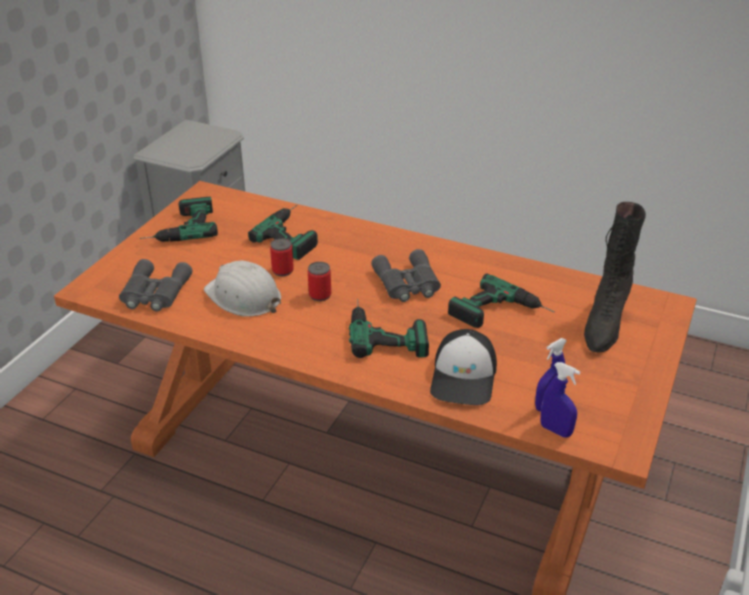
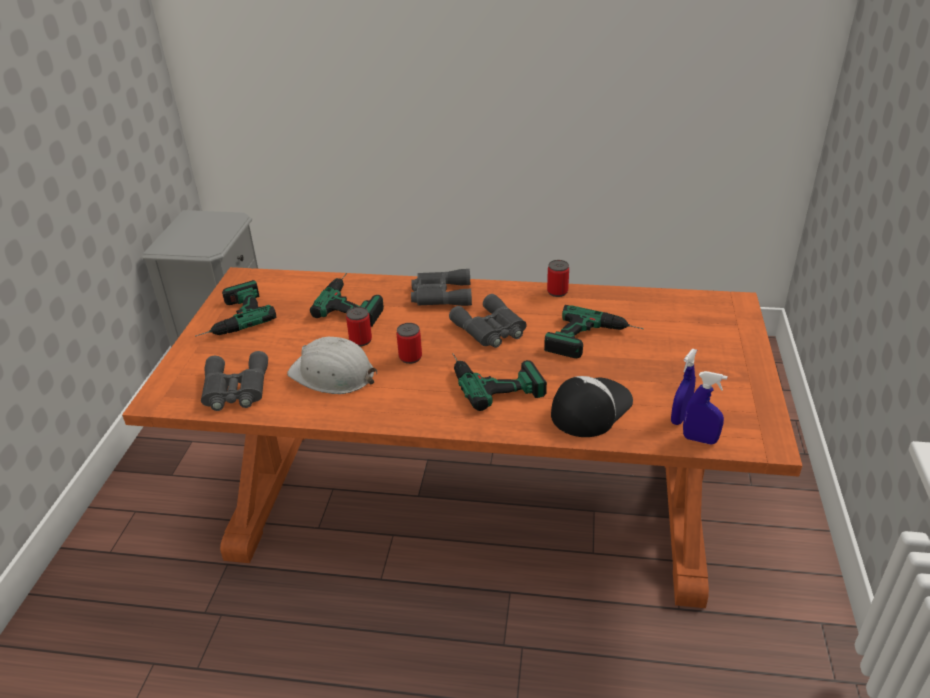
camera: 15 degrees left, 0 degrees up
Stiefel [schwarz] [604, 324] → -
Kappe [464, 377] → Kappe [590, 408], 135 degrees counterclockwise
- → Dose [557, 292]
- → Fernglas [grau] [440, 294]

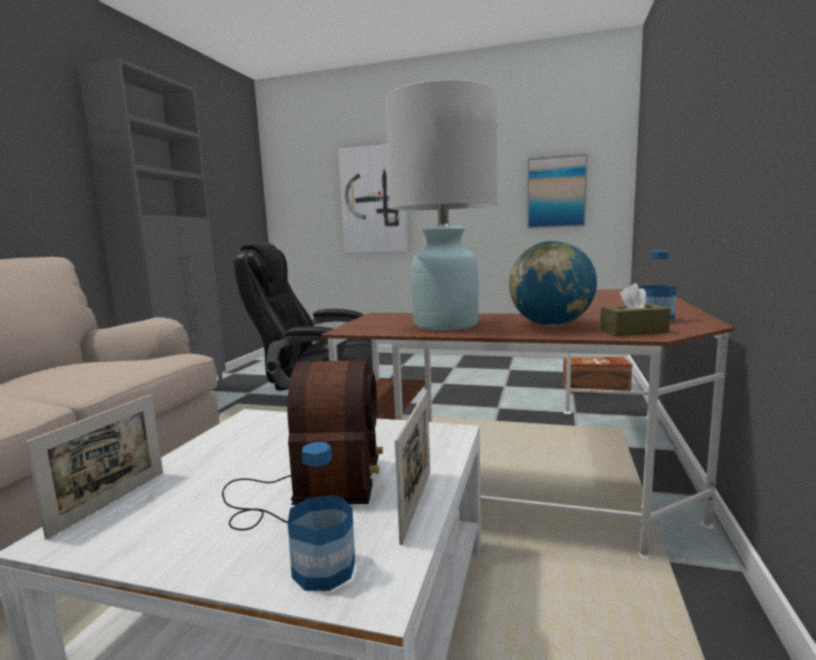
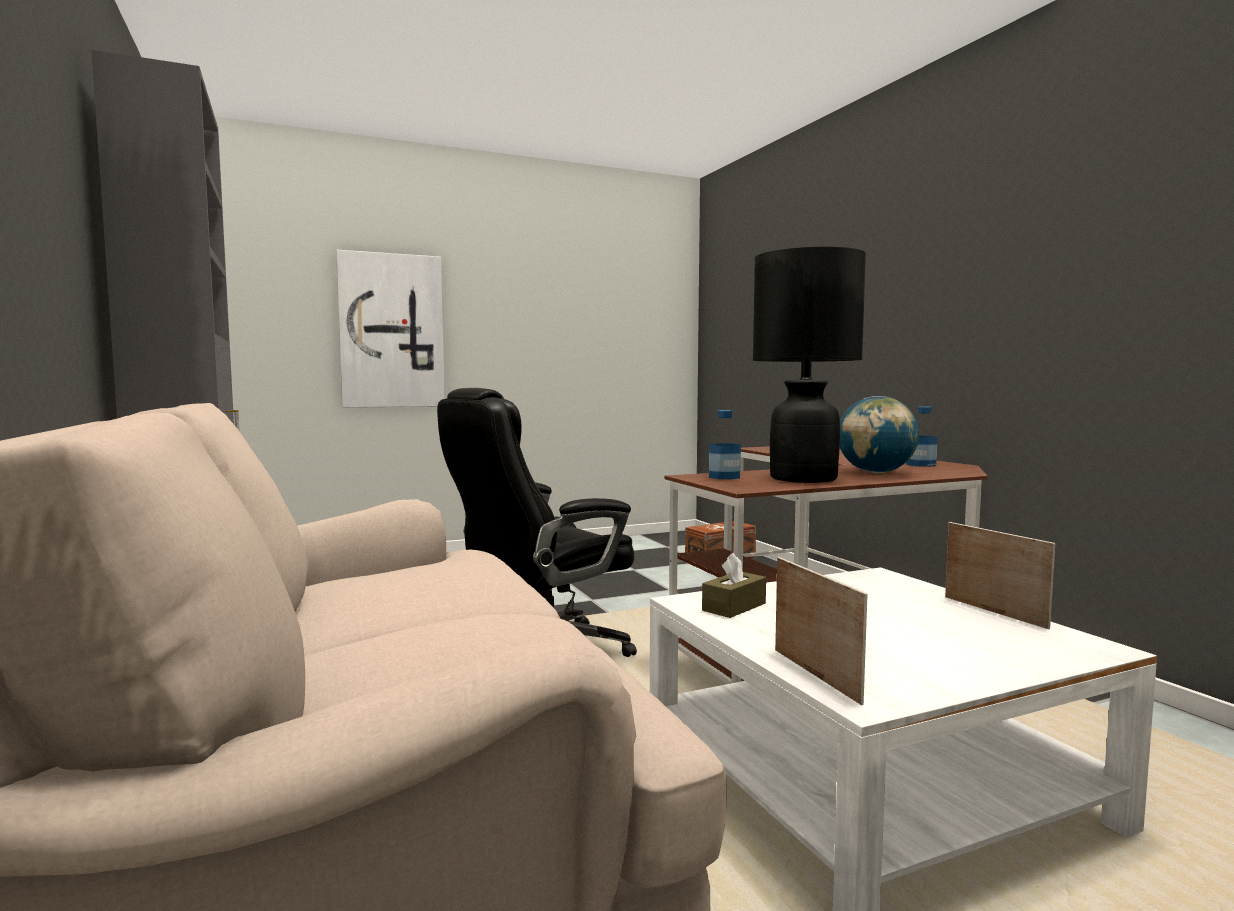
camera: 40 degrees left, 5 degrees down
Tischlampe [weiß] [446, 325] → Tischlampe [schwarz] [804, 478]
Bild [556, 192] → -
Taschentuchbox [braun] [633, 331] → Taschentuchbox [braun] [734, 607], relocated
Radio [309, 491] → -
Flasche [324, 569] → Flasche [724, 477], relocated

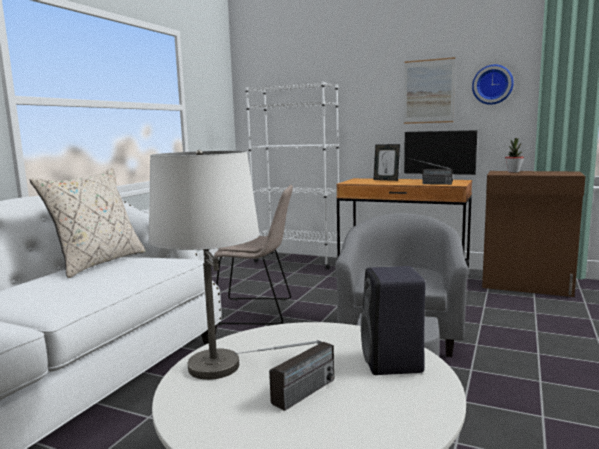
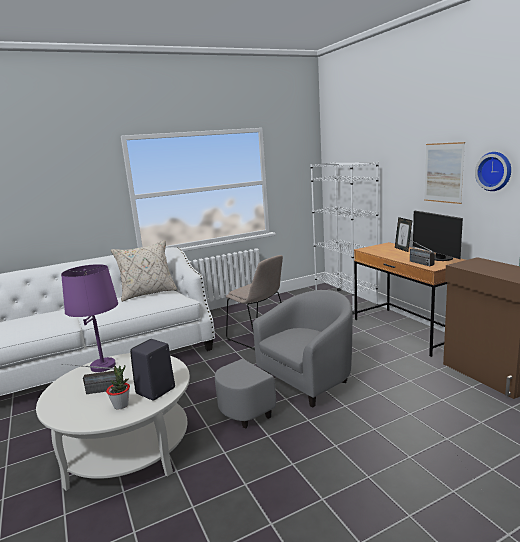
camera: 40 degrees right, 5 degrees up
Topfpflanze [513, 172] → Topfpflanze [121, 405], relocated
Tischlampe [weiß] [213, 367] → Tischlampe [lila] [102, 366]

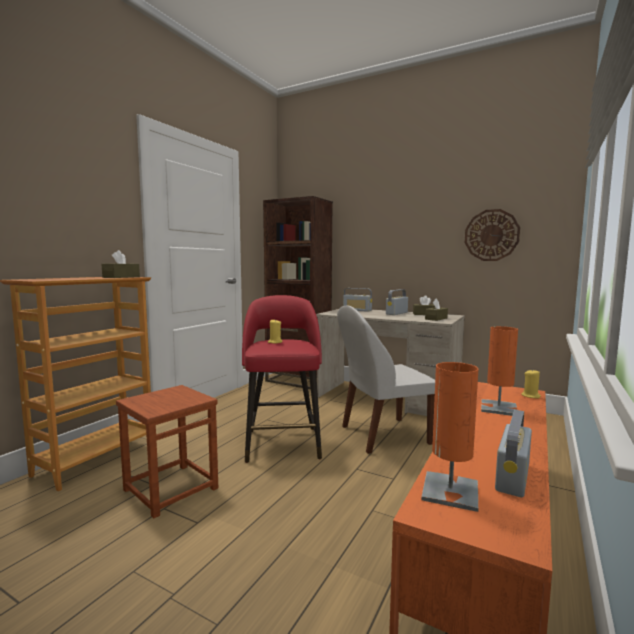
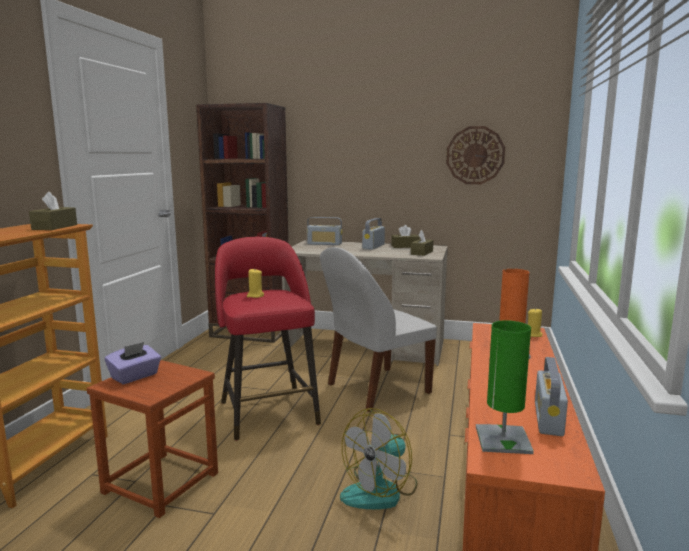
camera: 15 degrees left, 5 degrees up
Tischlampe [orange] [450, 491] → Tischlampe [grün] [503, 440]
- → Taschentuchbox [lila] [135, 376]
- → Ventilator [381, 491]

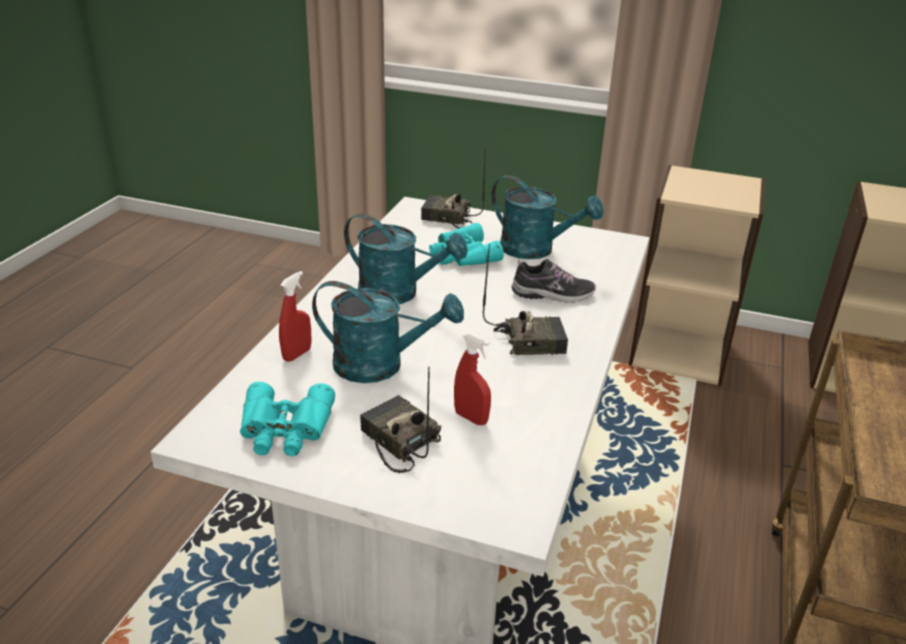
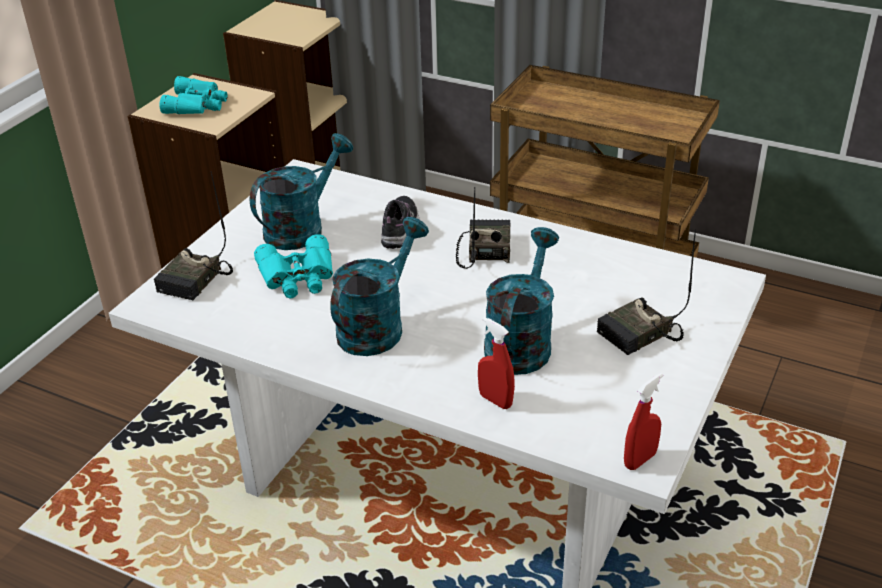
camera: 80 degrees left, 5 degrees up
Sprühflasche [rot] [471, 418] → Sprühflasche [rot] [640, 460], relocated
Fernglas [türkis] [285, 429] → Fernglas [türkis] [198, 104], relocated

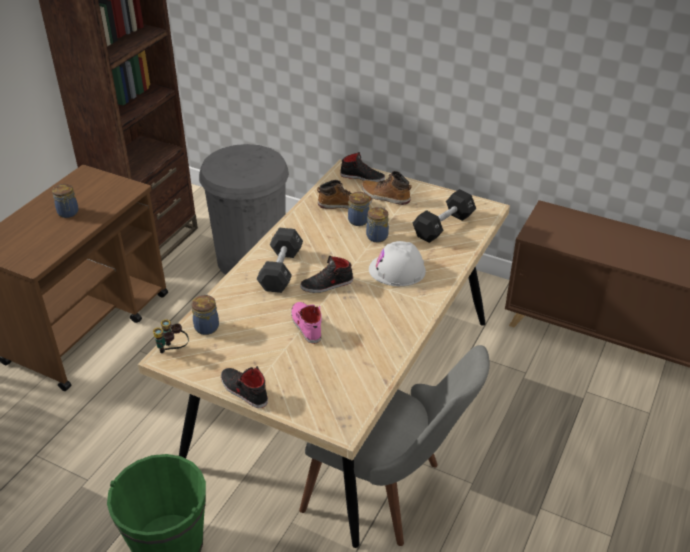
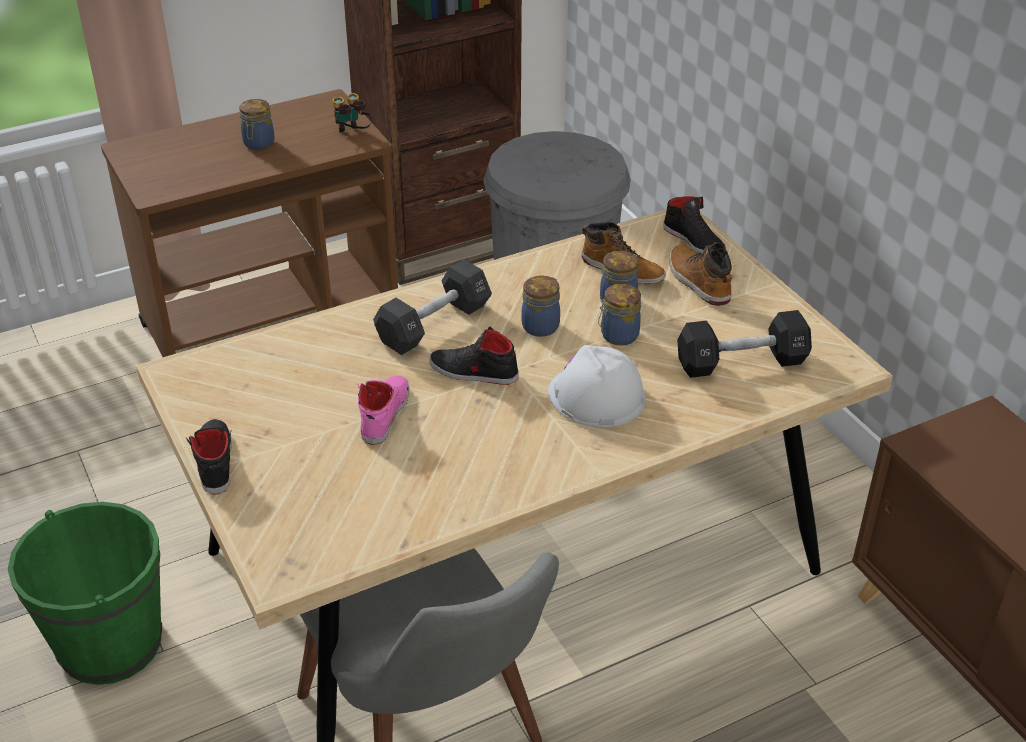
camera: 35 degrees right, 0 degrees up
Vorratsglas [207, 326] → Vorratsglas [541, 326], relocated
Fernglas [172, 351] → Fernglas [352, 134], relocated

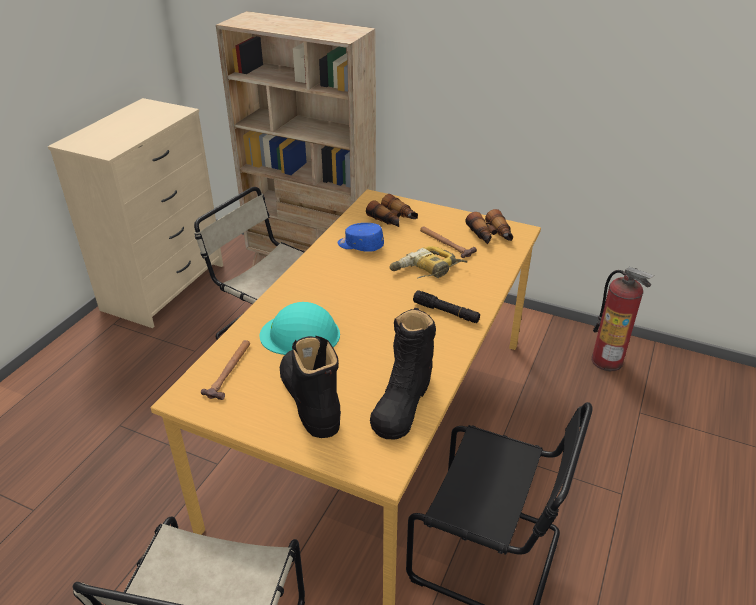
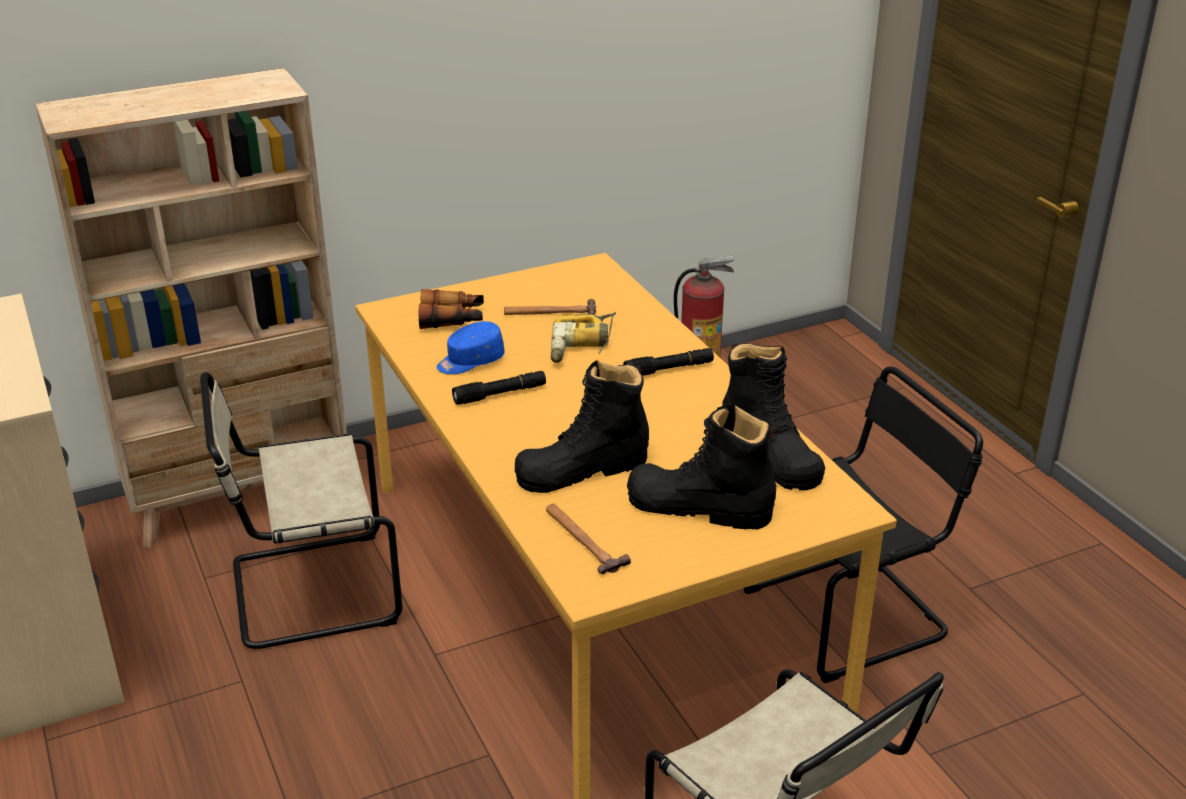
camera: 50 degrees left, 5 degrees down
Fernglas [490, 236] → -
Schutzhelm [türkis] [300, 335] → Stiefel [schwarz] [582, 469]
- → Taschenlampe [schwarz] [500, 394]

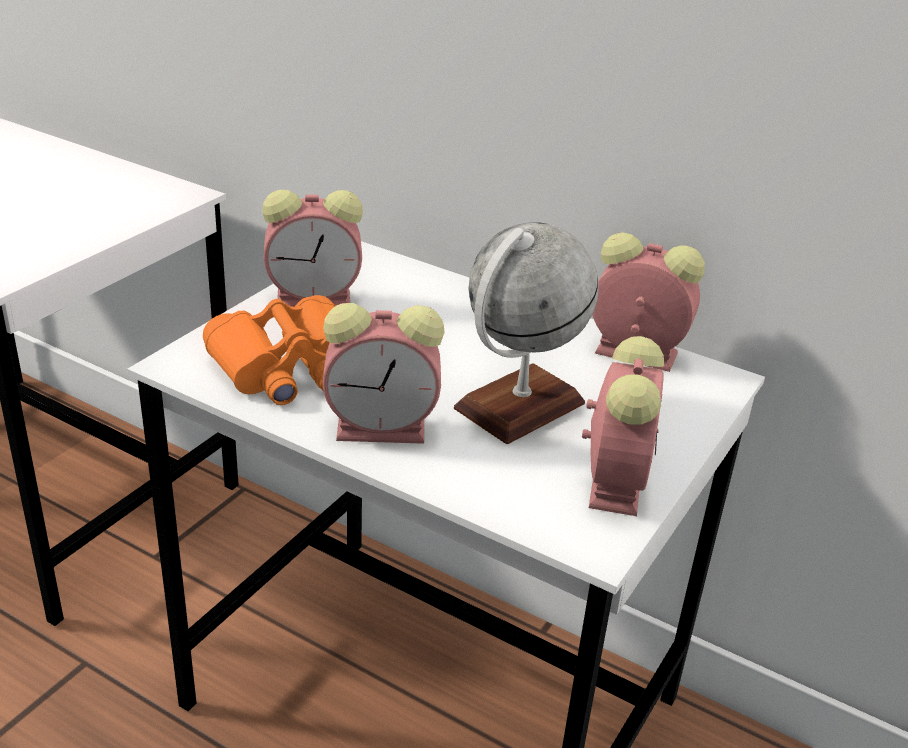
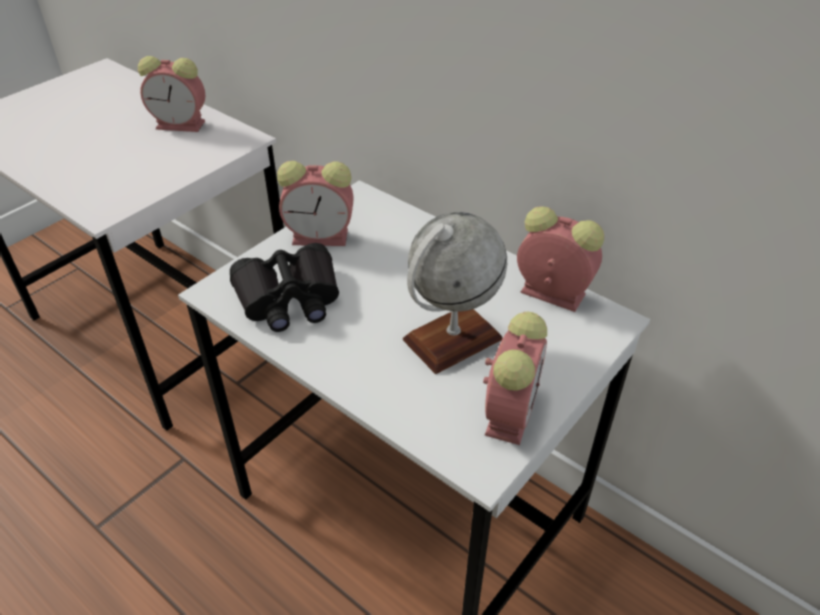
camera: 10 degrees right, 10 degrees up
Fernglas [orange] [287, 368] → Fernglas [schwarz] [289, 299]
Wecker [385, 428] → Wecker [182, 125], relocated

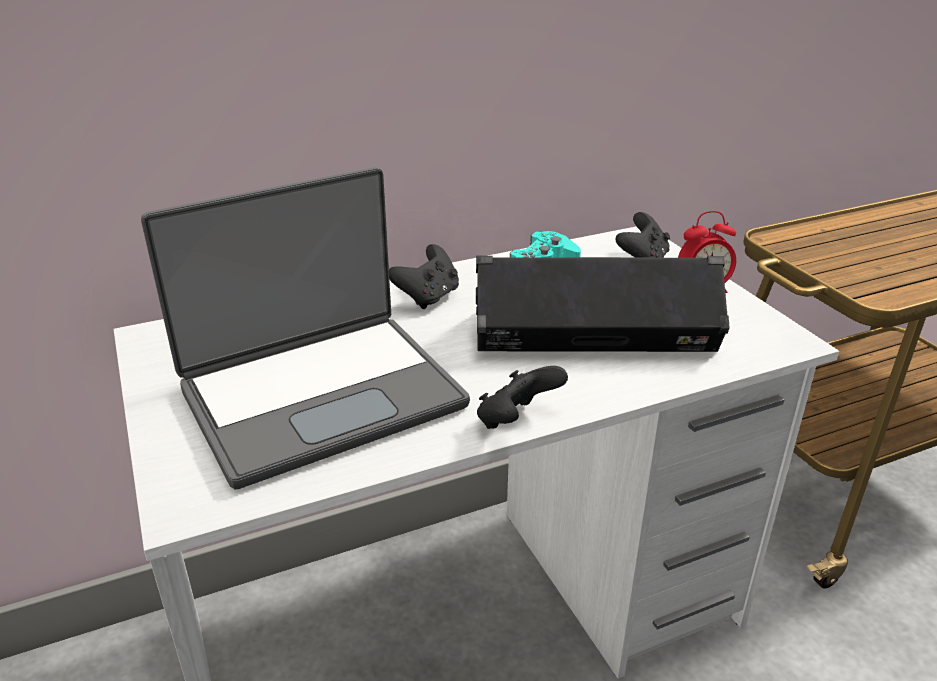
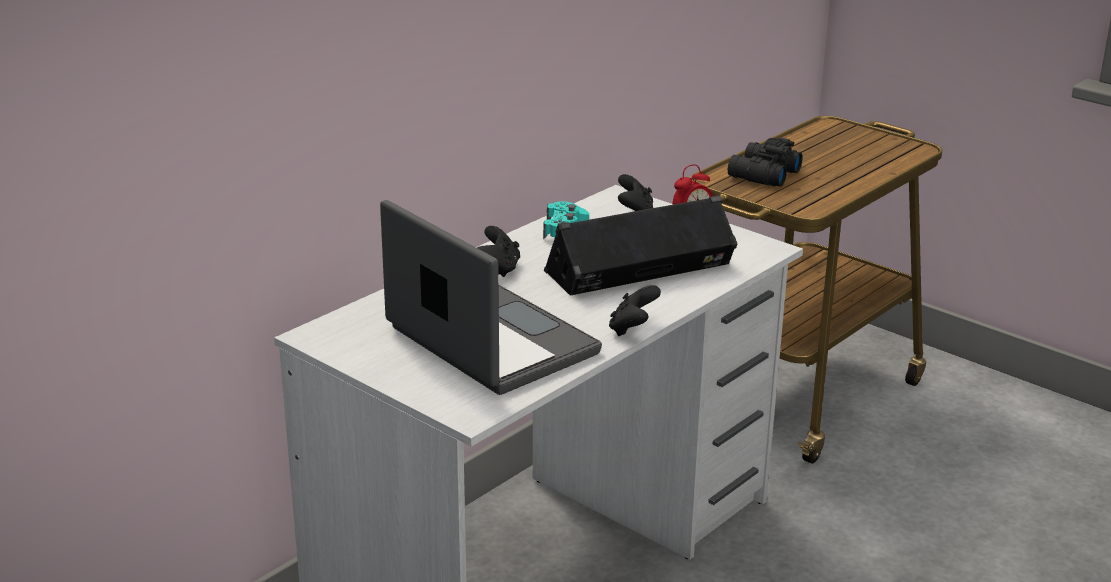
camera: 25 degrees left, 5 degrees down
Laptop [320, 395] → Laptop [488, 342], 75 degrees counterclockwise
- → Fernglas [schwarz] [762, 175]

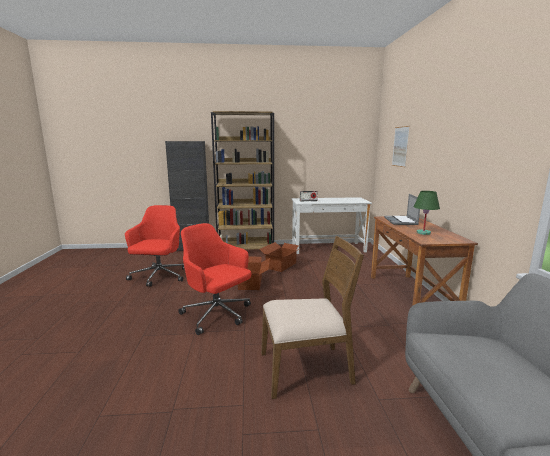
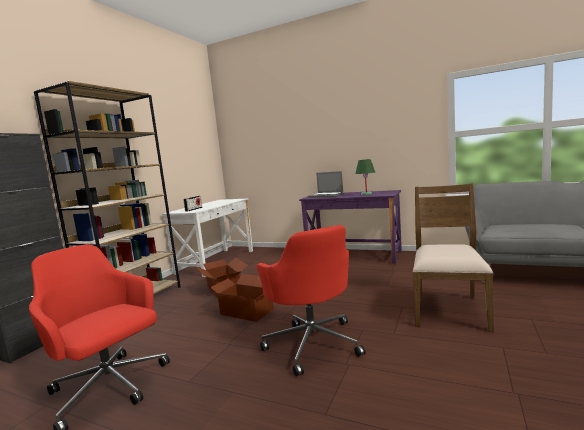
camera: 60 degrees left, 5 degrees down
Bild [400, 146] → -
Schreibtisch [braun] [410, 296] → Schreibtisch [lila] [354, 255]
Bürostuhl [rot] [217, 315] → Bürostuhl [rot] [312, 343], 90 degrees counterclockwise

